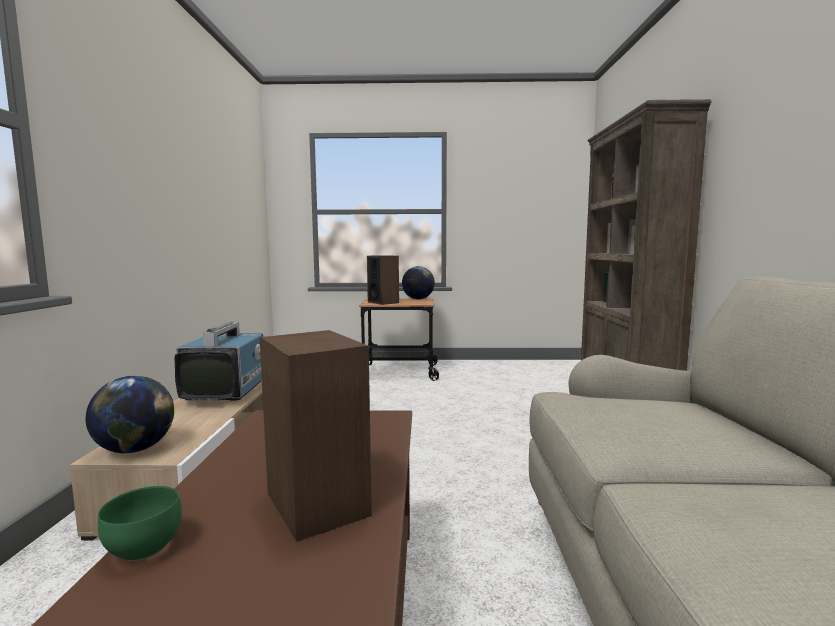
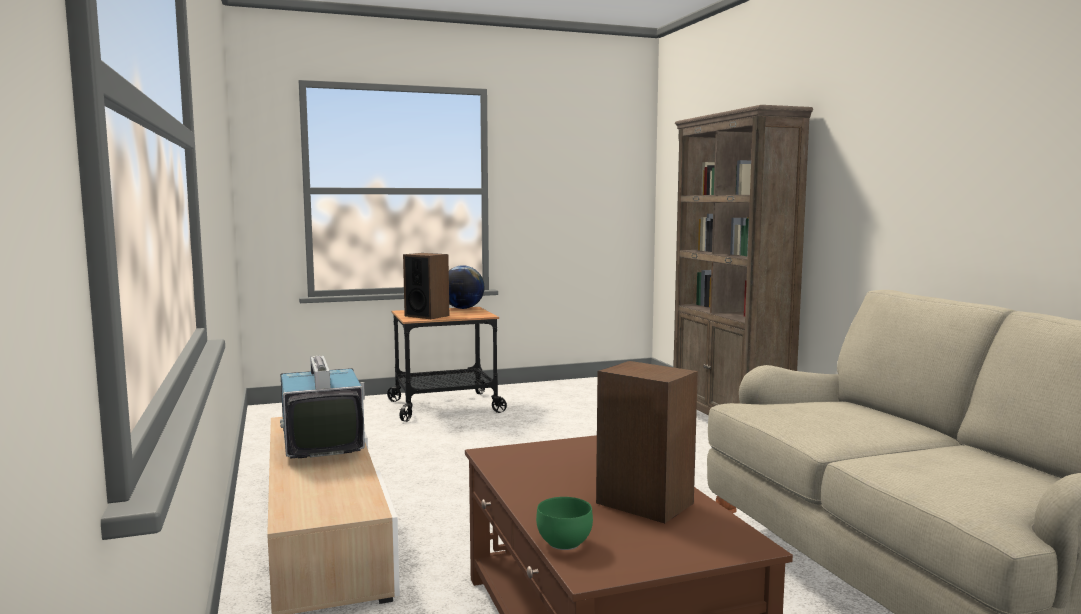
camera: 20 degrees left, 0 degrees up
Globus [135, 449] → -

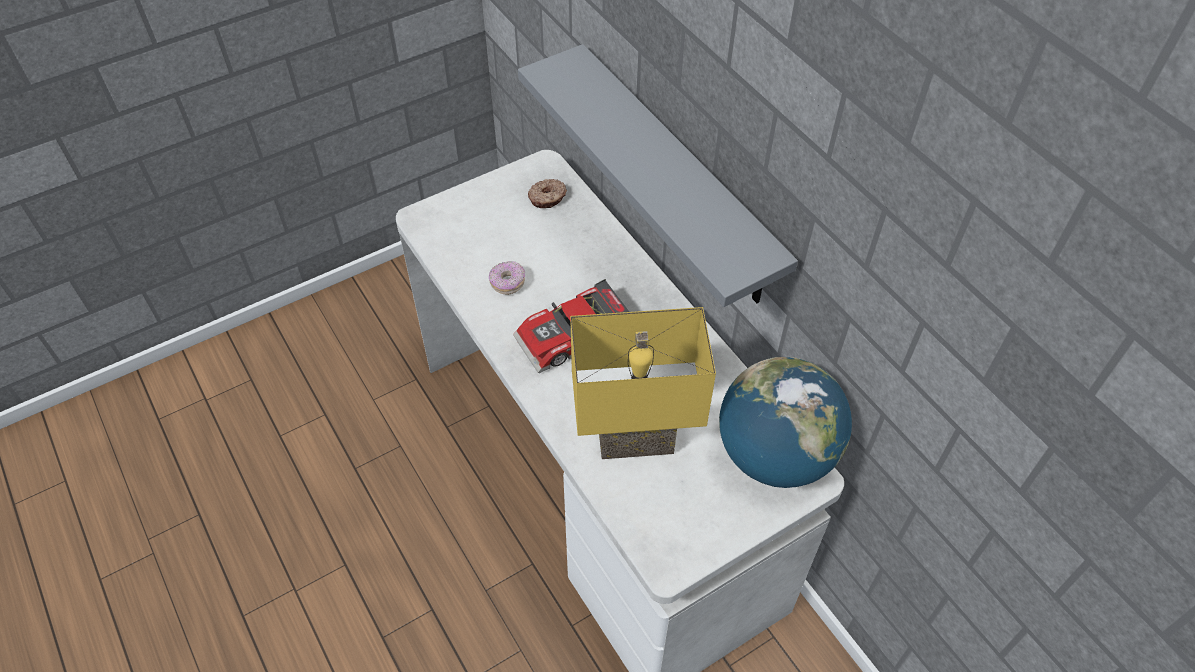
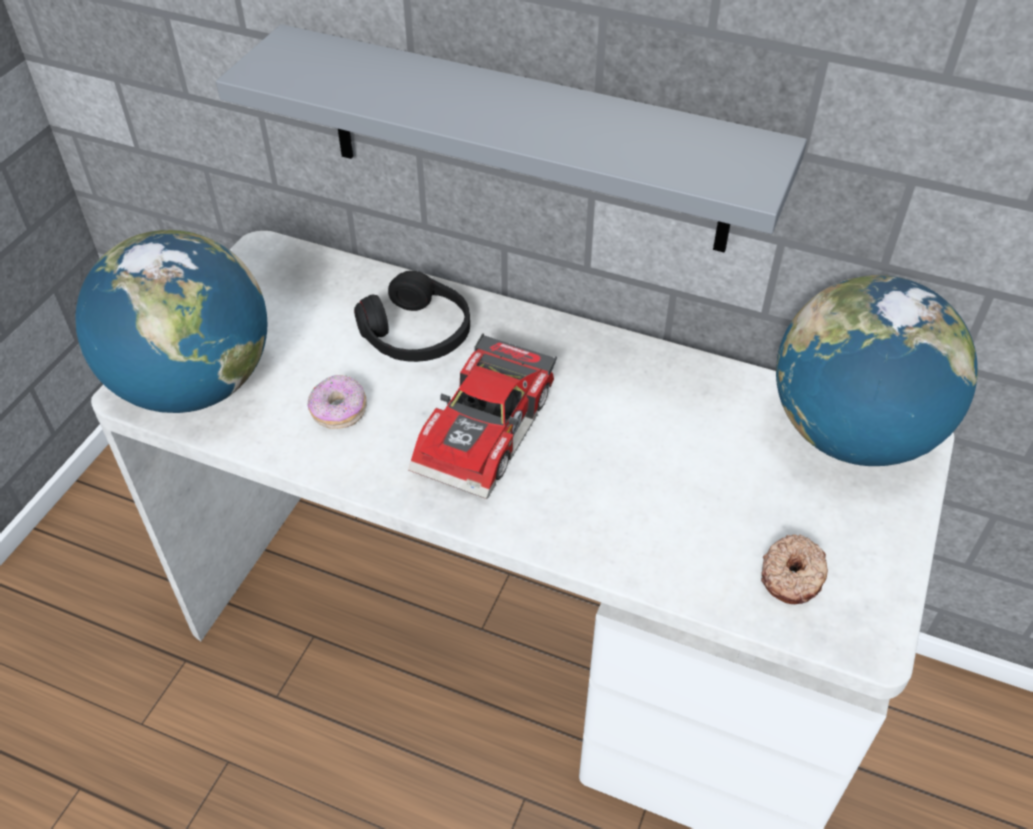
camera: 35 degrees left, 5 degrees down
Donut [547, 198] → Donut [793, 576], relocated
Tischlampe [gelb] [634, 441] → -
- → Globus [194, 385]
- → Kopfhörer [schwarz] [417, 333]

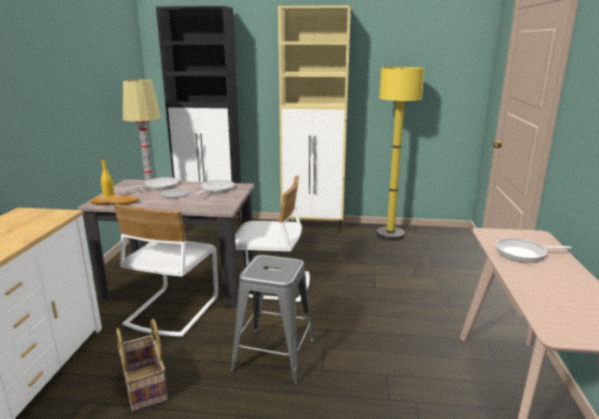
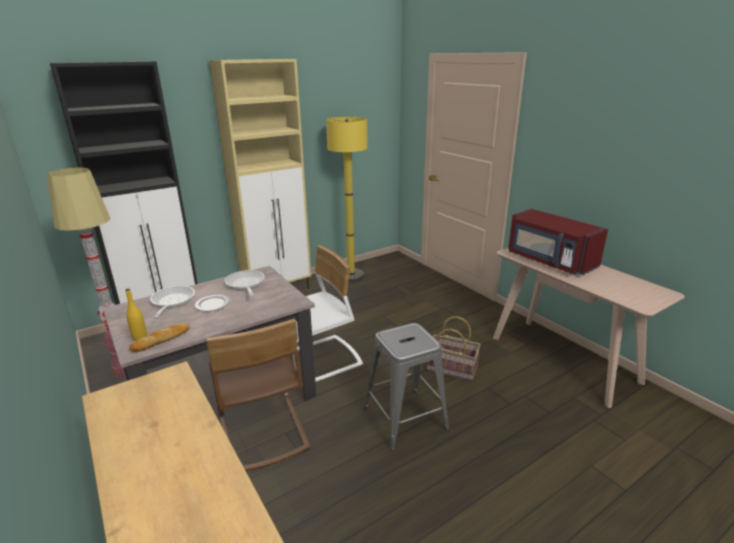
camera: 40 degrees left, 5 degrees up
Stuhl [weiß] [172, 311] → Stuhl [braun] [261, 431]
Pfanne [523, 253] → Mikrowelle [rot] [549, 261]
Korb [146, 386] → Korb [452, 368], relocated

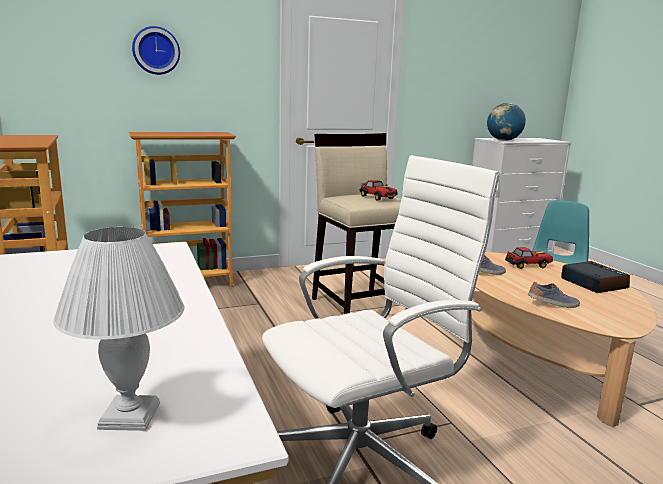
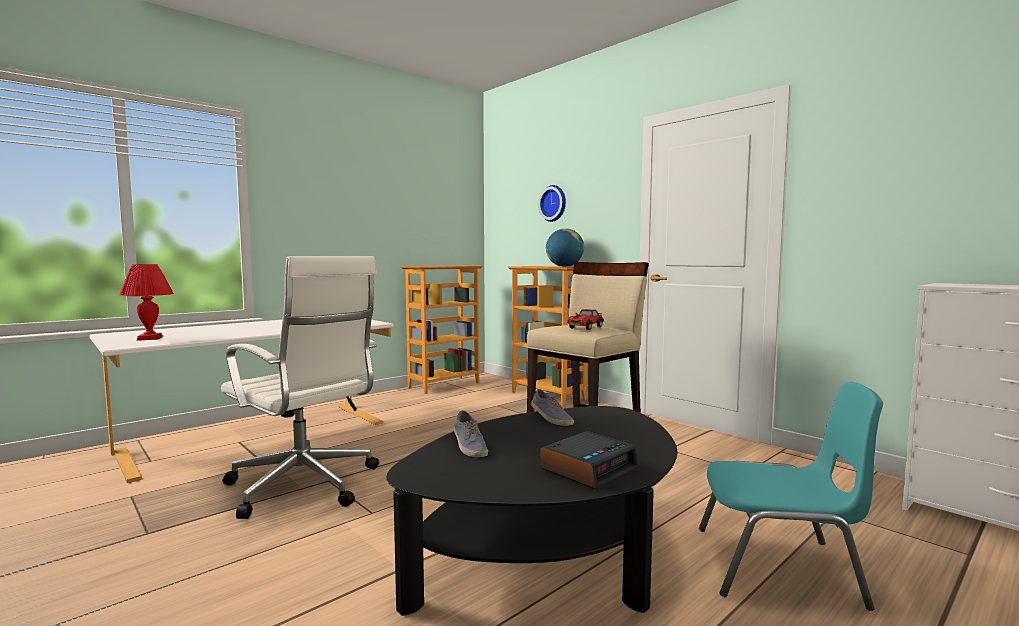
camera: 70 degrees right, 10 degrees down
Globus [503, 140] → Globus [564, 266], relocated
Tischlampe [weiß] [128, 416] → Tischlampe [rot] [149, 338]
Spielzeugauto [528, 265] → -
Couchtisch [beige] [535, 359] → Couchtisch [schwarz] [550, 555]

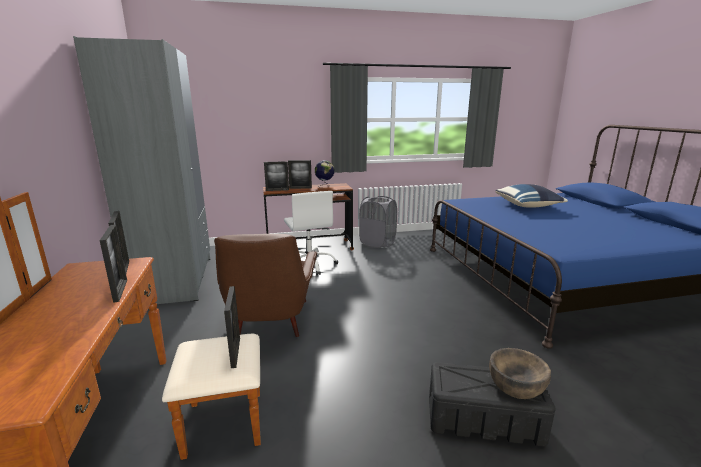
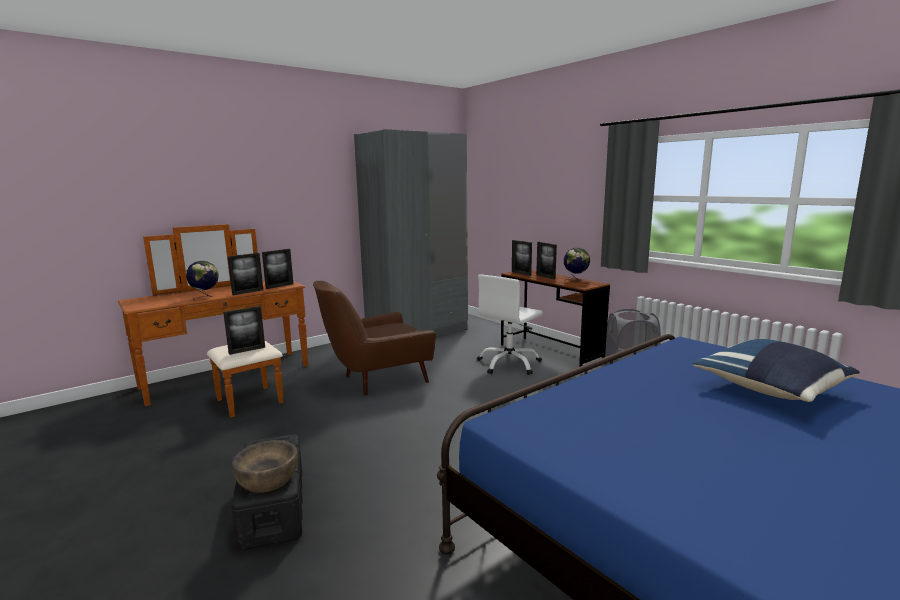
camera: 65 degrees right, 5 degrees down
- → Globus [205, 297]

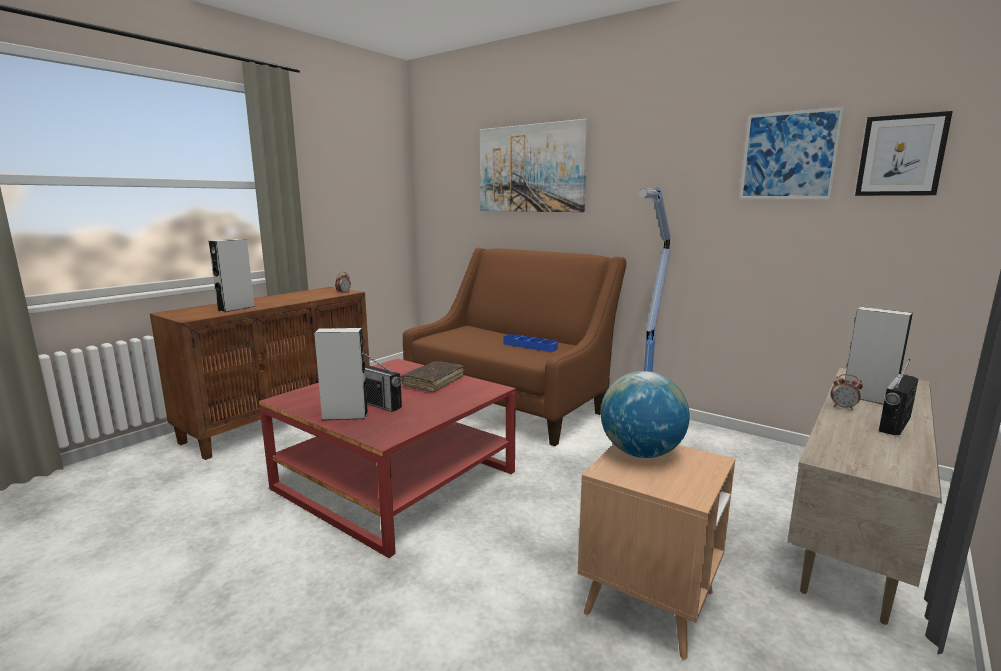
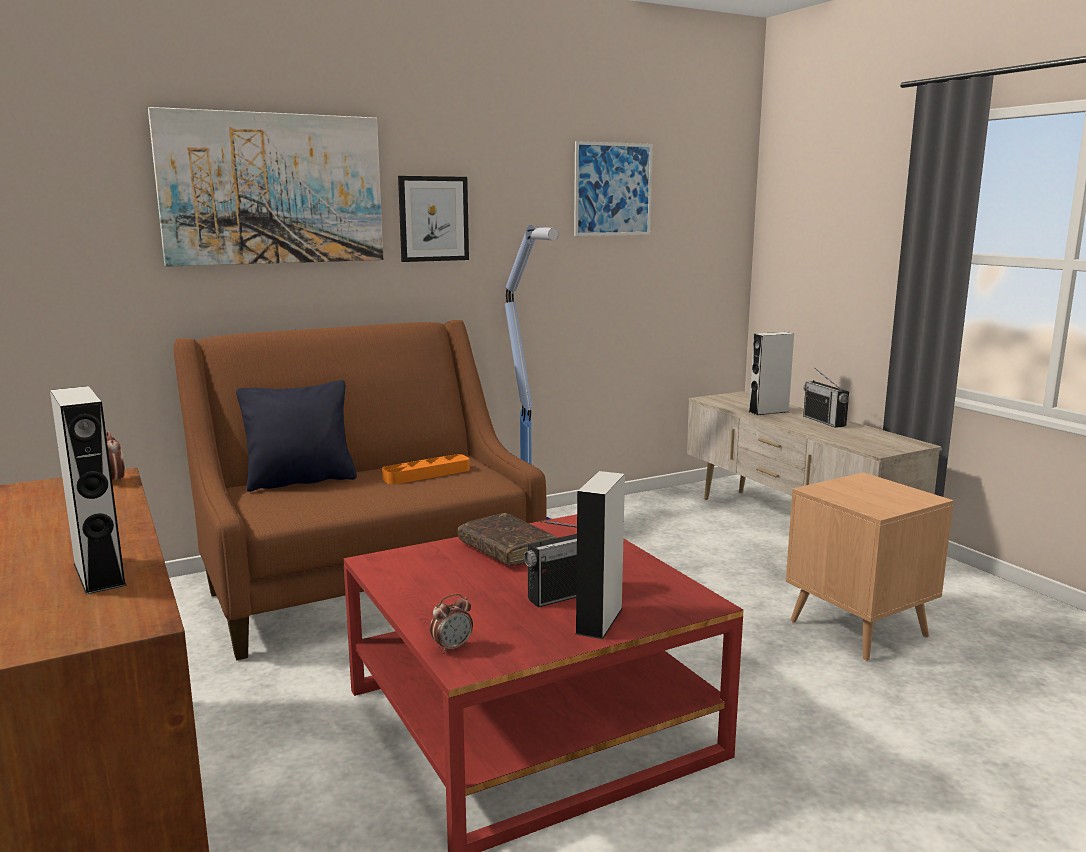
camera: 65 degrees left, 0 degrees up
Bild [901, 155] → Bild [433, 219], relocated
Tablett [blau] [530, 346] → Tablett [orange] [427, 474]
Globus [641, 453] → -
Wecker [843, 407] → Wecker [452, 647], relocated
- → Kissen [schwarz] [301, 481]

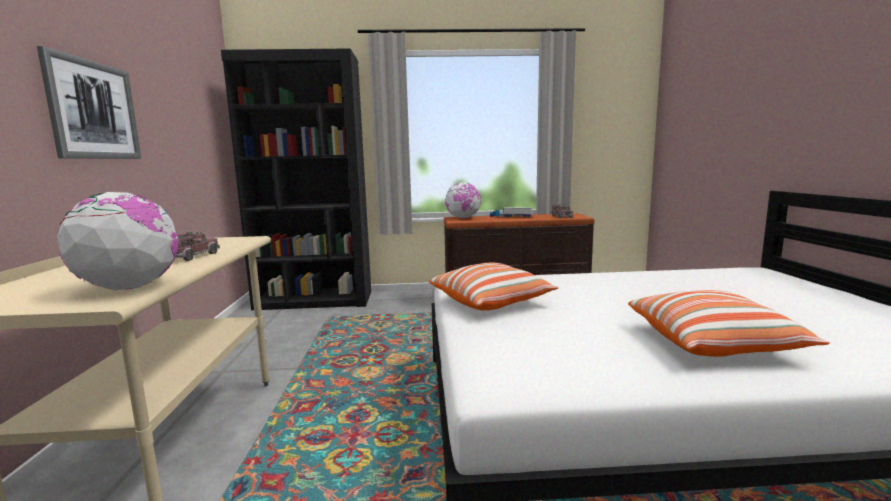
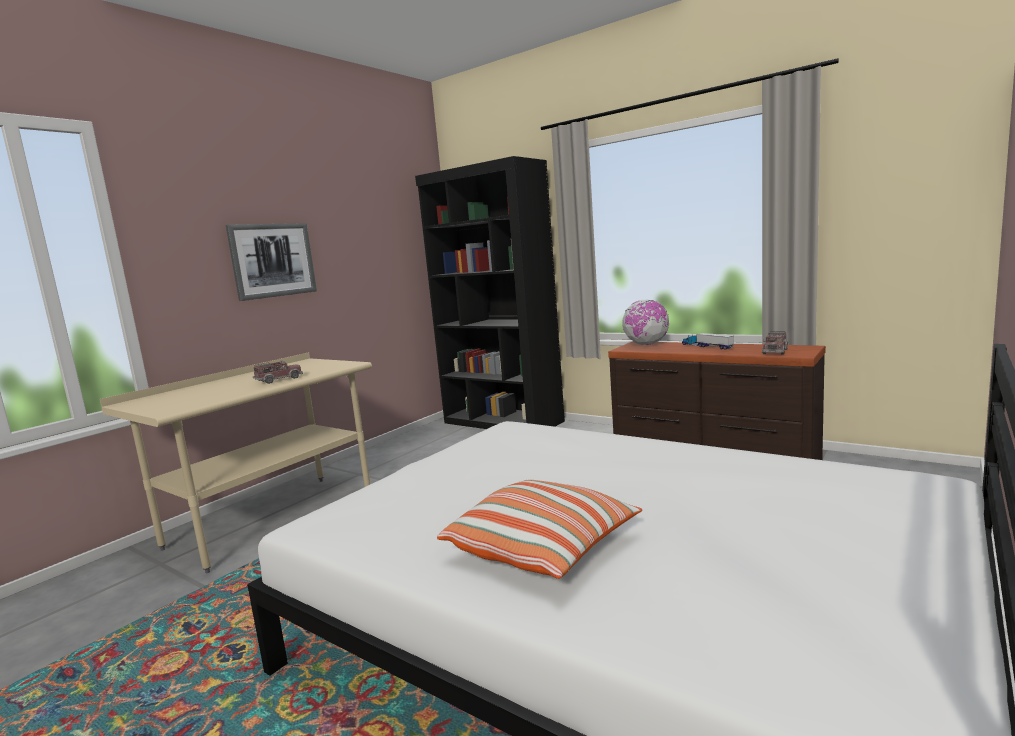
camera: 40 degrees right, 0 degrees up
Globus [129, 287] → -
Kissen [491, 302] → -

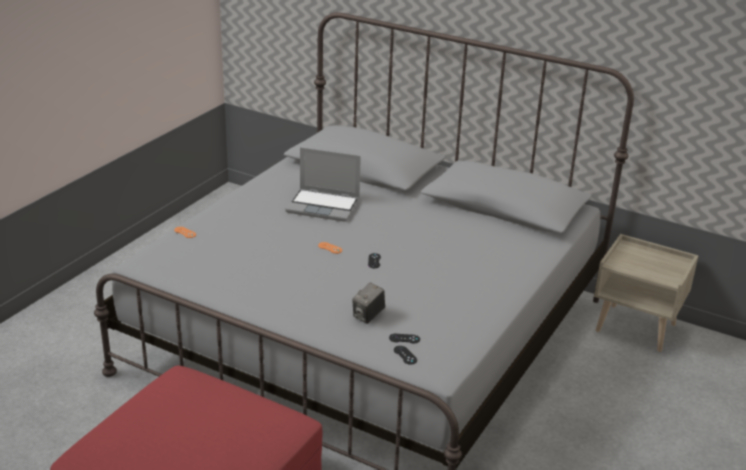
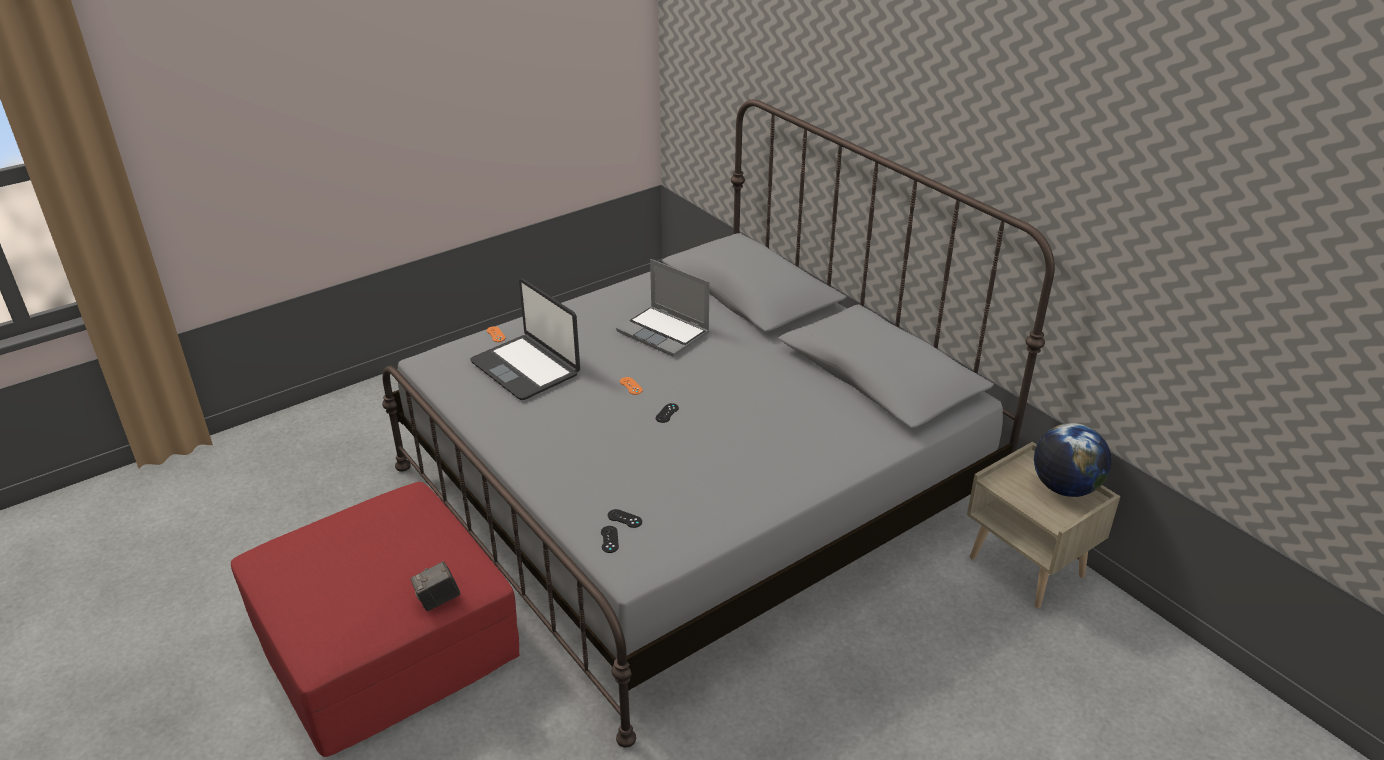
camera: 25 degrees right, 5 degrees up
Kamera [368, 316] → Kamera [438, 600], relocated
- → Laptop [526, 368]
- → Globus [1064, 488]

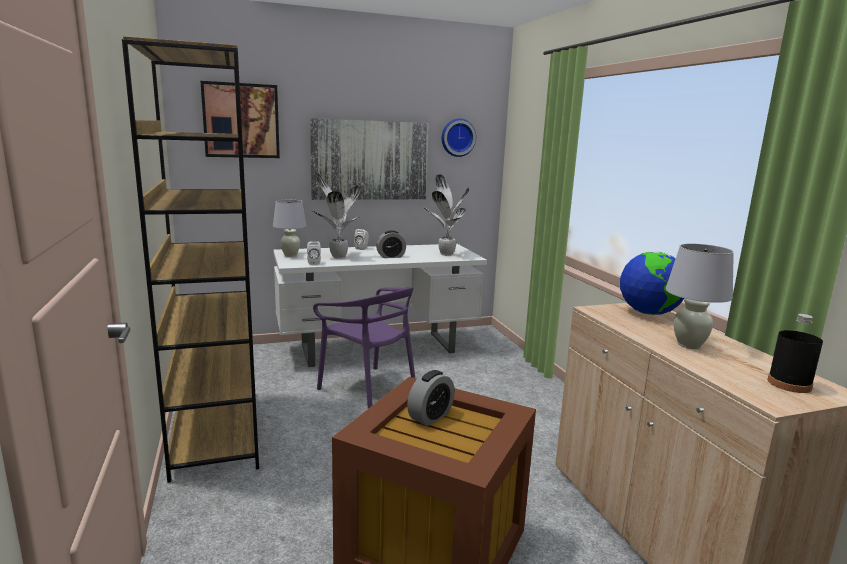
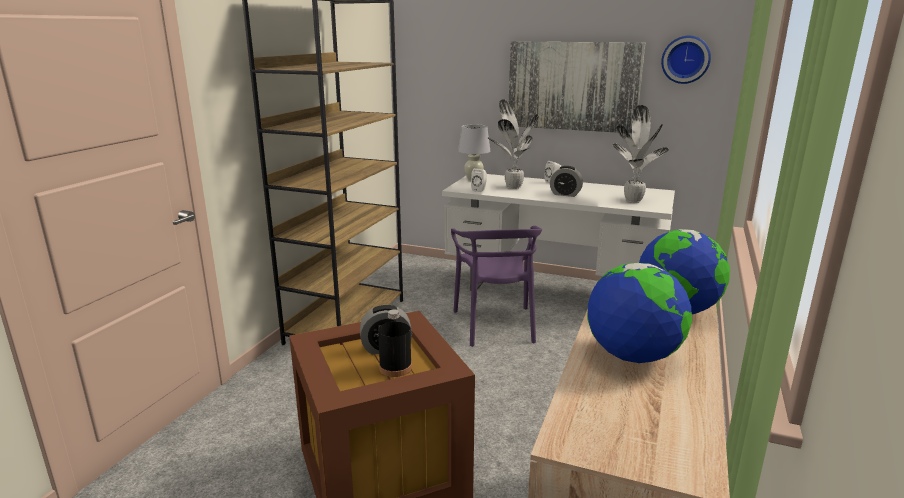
camera: 40 degrees right, 5 degrees up
Bild [241, 120] → -
Tischlampe [weiß] [689, 345] → Globus [633, 356]
Flasche [schwarz] [789, 384] → Flasche [schwarz] [395, 368], relocated

